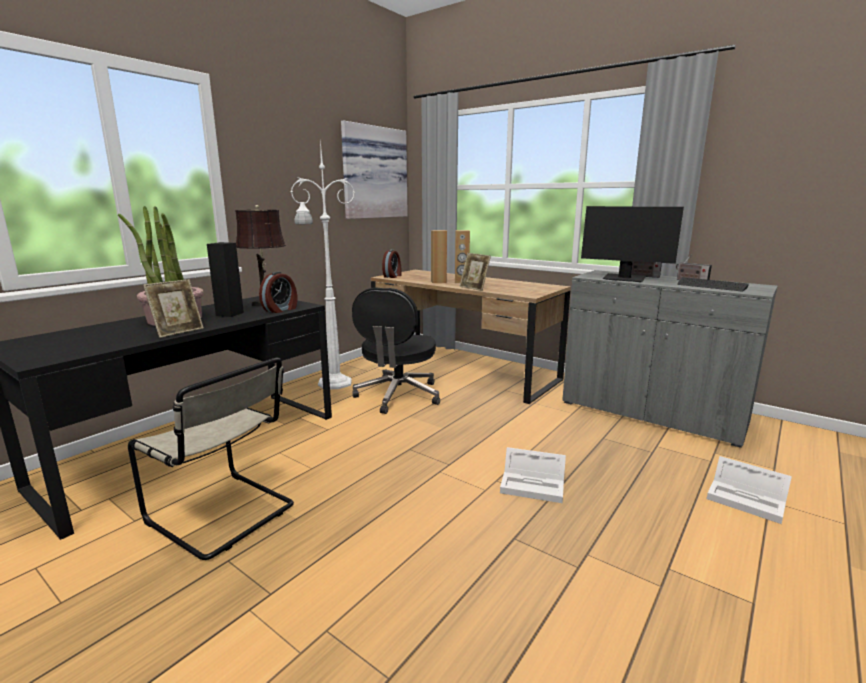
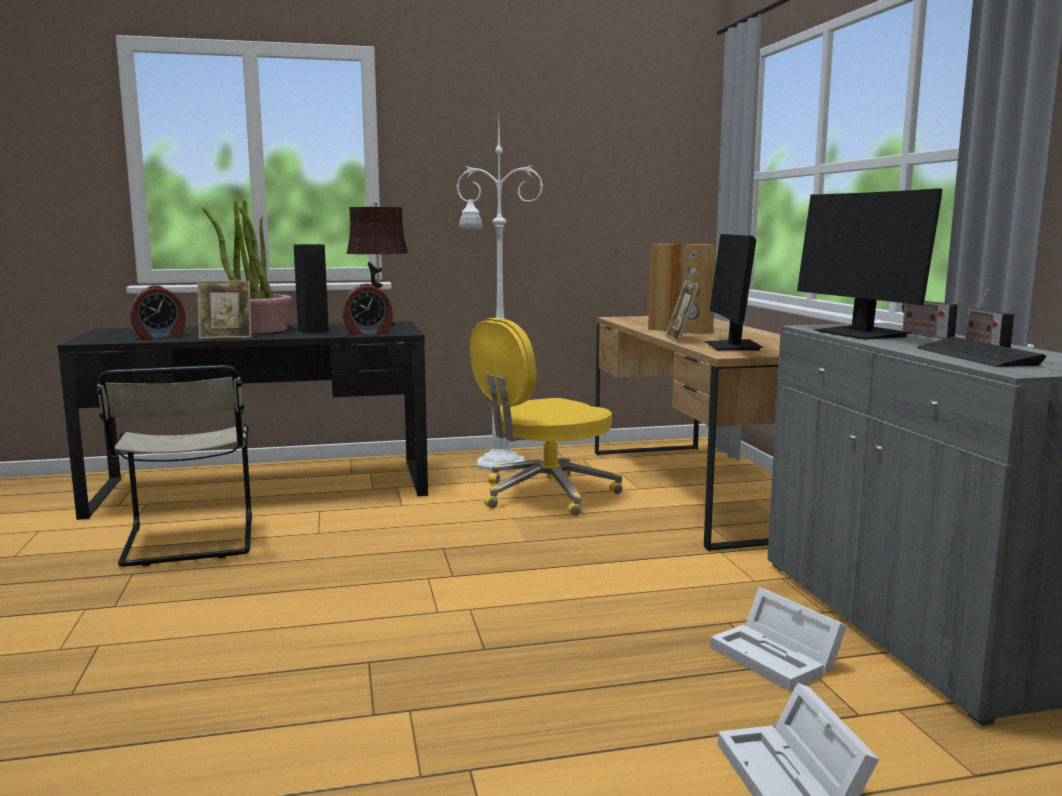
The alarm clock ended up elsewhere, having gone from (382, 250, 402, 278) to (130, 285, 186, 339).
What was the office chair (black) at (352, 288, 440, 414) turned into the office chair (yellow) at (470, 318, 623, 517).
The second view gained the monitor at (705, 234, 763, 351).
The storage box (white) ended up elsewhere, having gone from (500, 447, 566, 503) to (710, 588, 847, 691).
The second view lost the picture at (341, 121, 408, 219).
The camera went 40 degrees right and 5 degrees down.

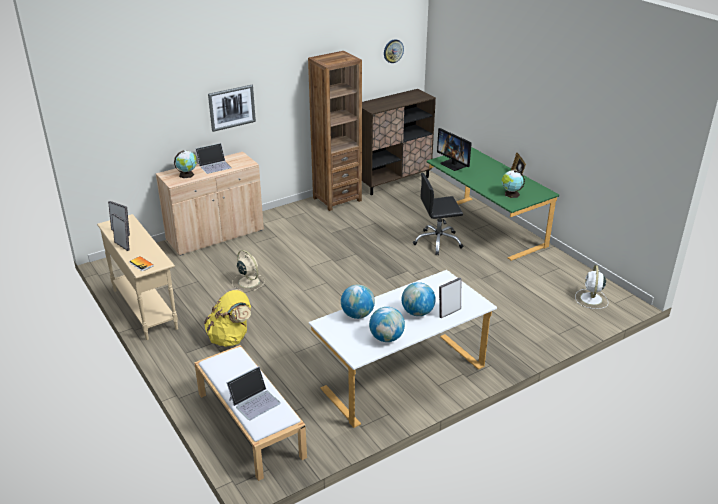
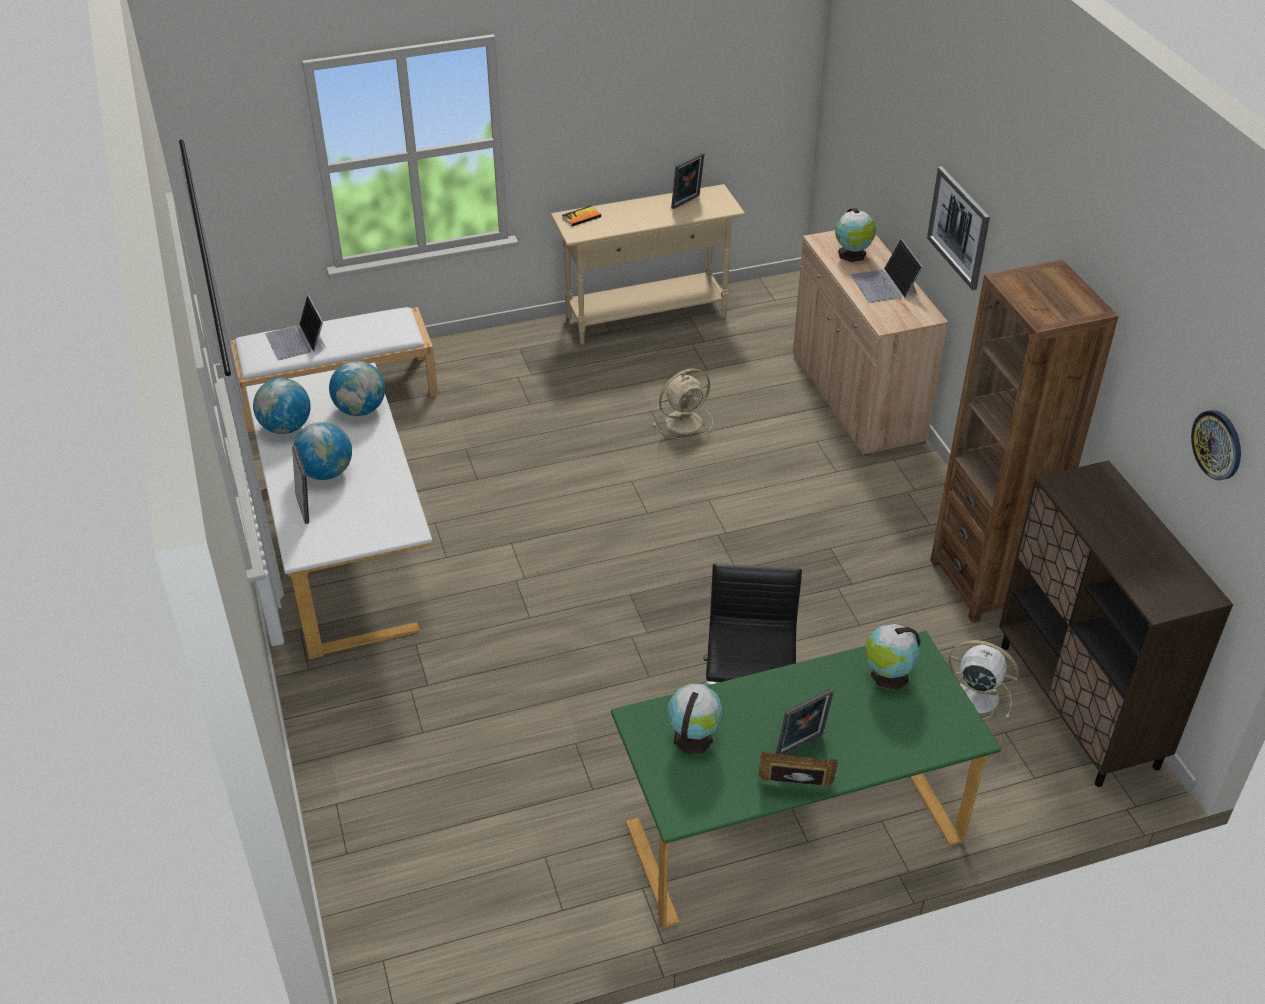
The picture frame ended up elsewhere, having gone from (112, 213, 130, 251) to (776, 688, 834, 755).
Where the monitor stood at (437, 128, 472, 171), the globe came to stand at (865, 624, 921, 690).
The fan (white) ended up elsewhere, having gone from (575, 265, 608, 309) to (949, 640, 1019, 720).
The second view lost the backpack (yellow) at (204, 289, 251, 347).
The camera went 105 degrees right and 10 degrees up.

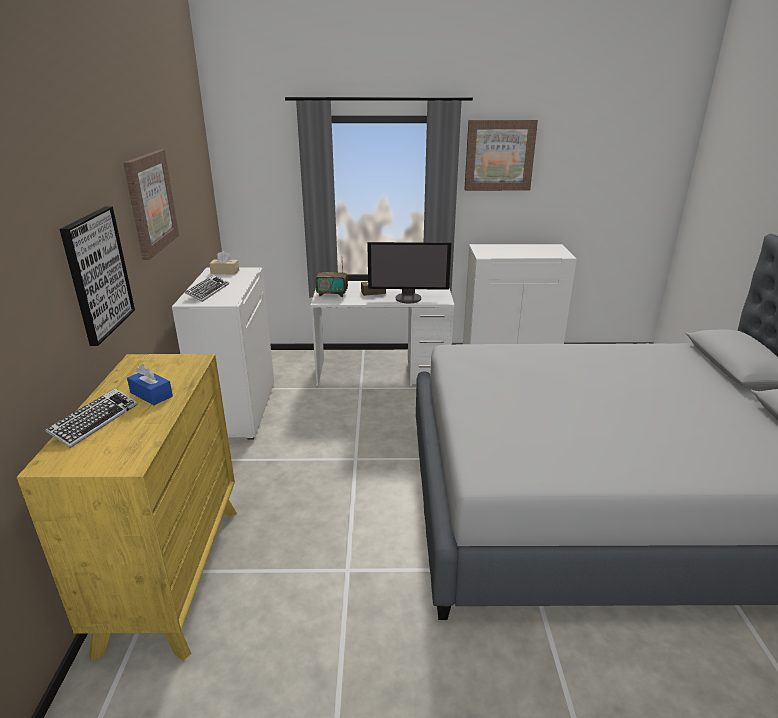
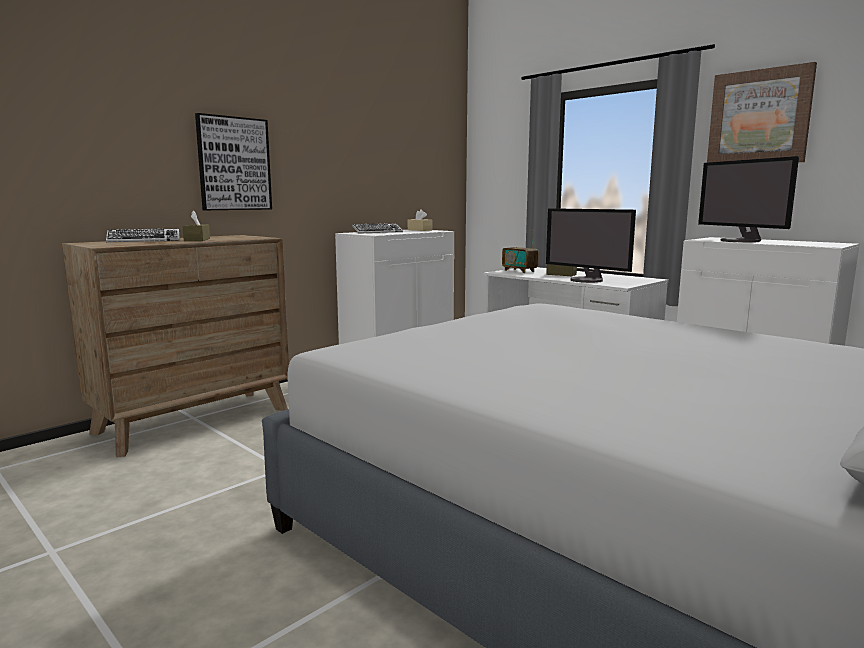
What was the dresser (yellow) at (17, 354, 237, 661) turned into the dresser (brown) at (62, 235, 289, 457).
What was the tissue box (blue) at (127, 364, 173, 405) turned into the tissue box (brown) at (183, 211, 210, 241).
The second view gained the monitor at (698, 156, 799, 243).
The second view lost the picture at (123, 150, 179, 260).
The camera went 45 degrees right and 15 degrees down.

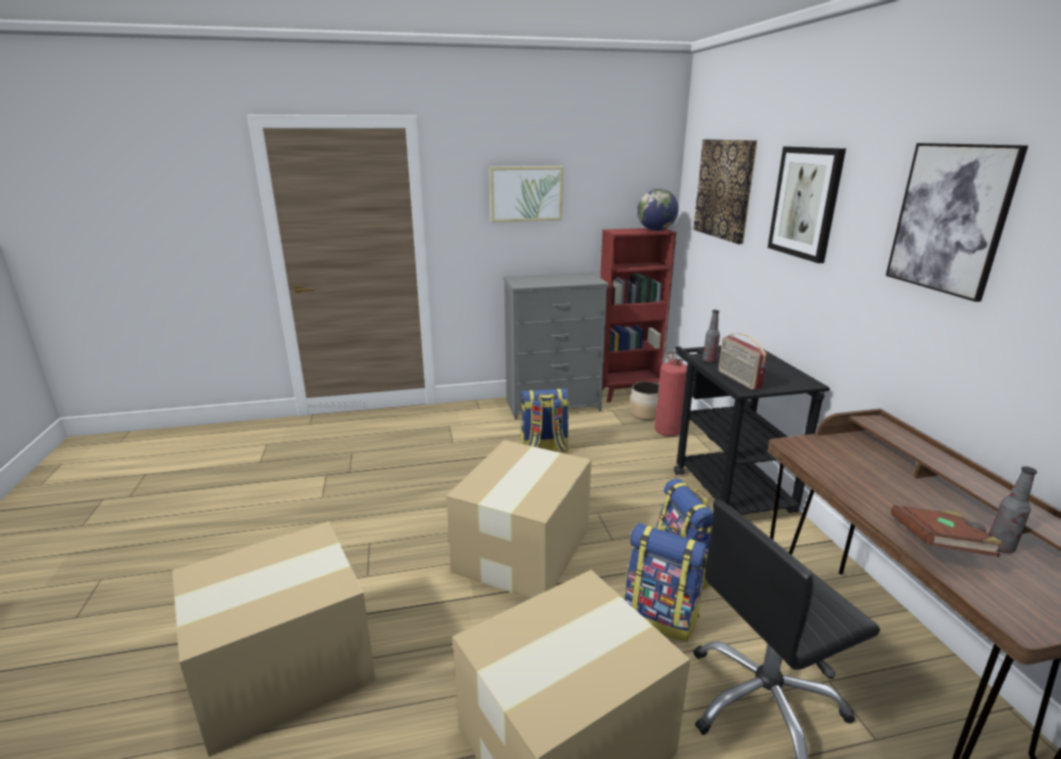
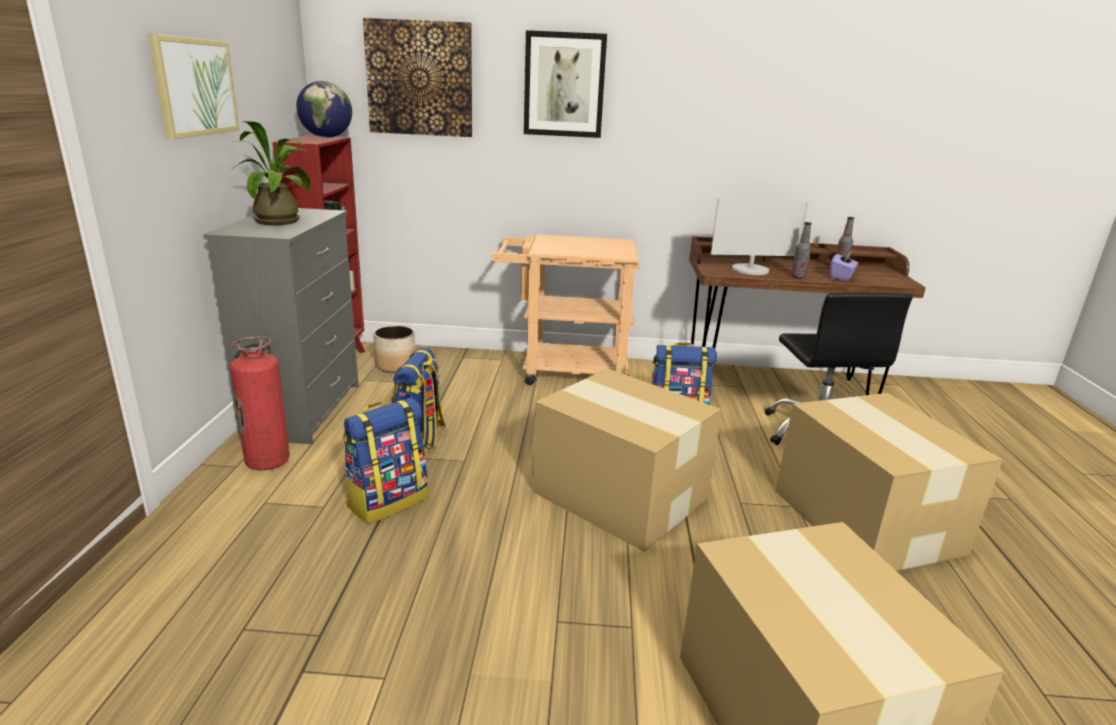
The fire extinguisher ended up elsewhere, having gone from (655, 351, 687, 436) to (230, 336, 290, 470).
The second view gained the potted plant at (232, 121, 310, 225).
The backpack ended up elsewhere, having gone from (624, 523, 707, 642) to (342, 398, 428, 524).
What was the cart (black) at (674, 346, 830, 515) turned into the cart (beige) at (491, 234, 640, 385).
The second view gained the monitor at (711, 198, 809, 275).
The bottle ended up elsewhere, having gone from (703, 310, 720, 363) to (791, 222, 812, 279).
Where the book (brown) stood at (891, 505, 1003, 557), the tissue box (purple) came to stand at (830, 250, 858, 281).
The second view lost the radio at (718, 333, 768, 390).
The second view lost the picture at (886, 143, 1028, 302).
The camera went 75 degrees left and 0 degrees up.

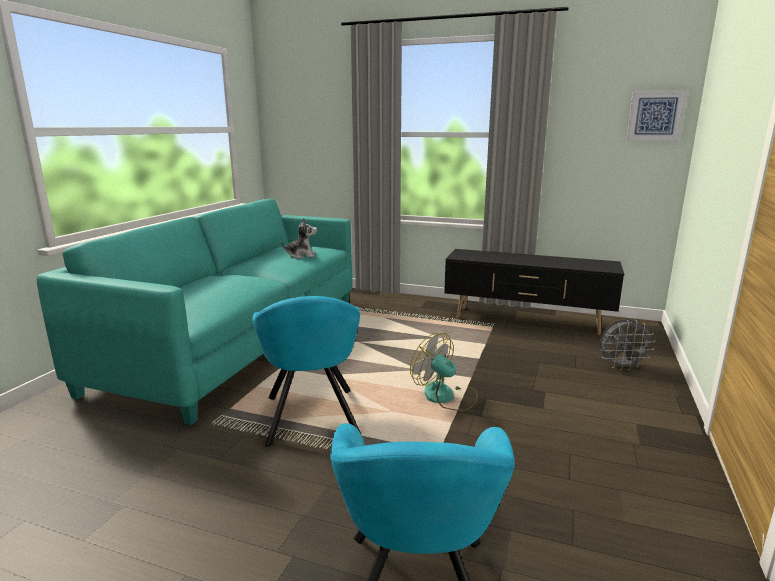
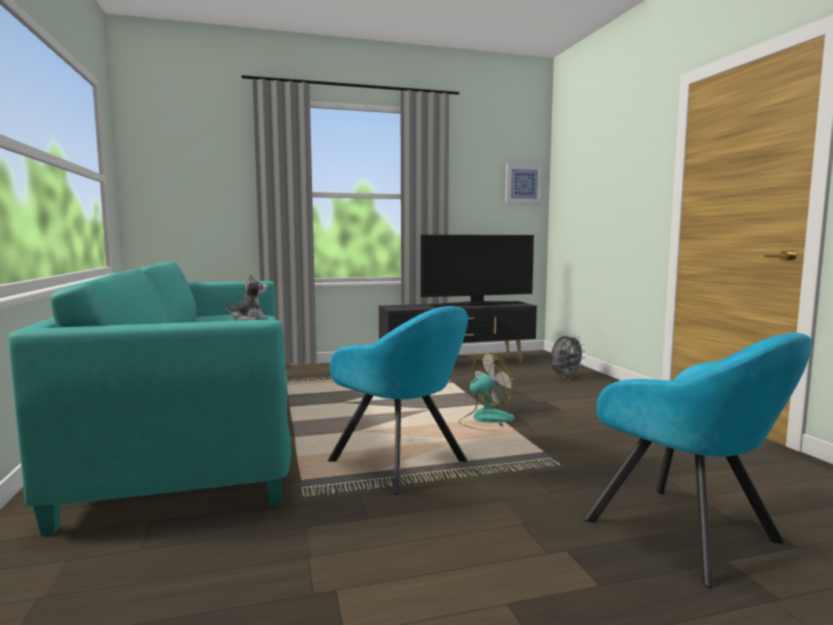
The second view gained the television at (421, 235, 534, 307).
The fan at (410, 333, 478, 411) ended up facing another way, 135 degrees clockwise from before.
The camera went 35 degrees left and 10 degrees down.

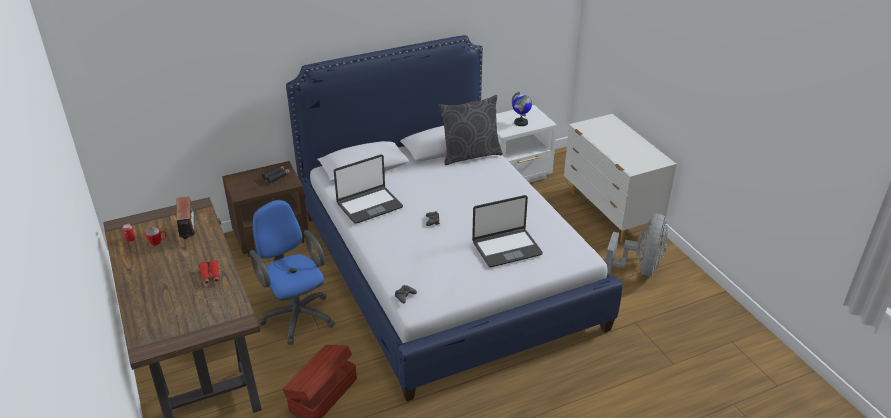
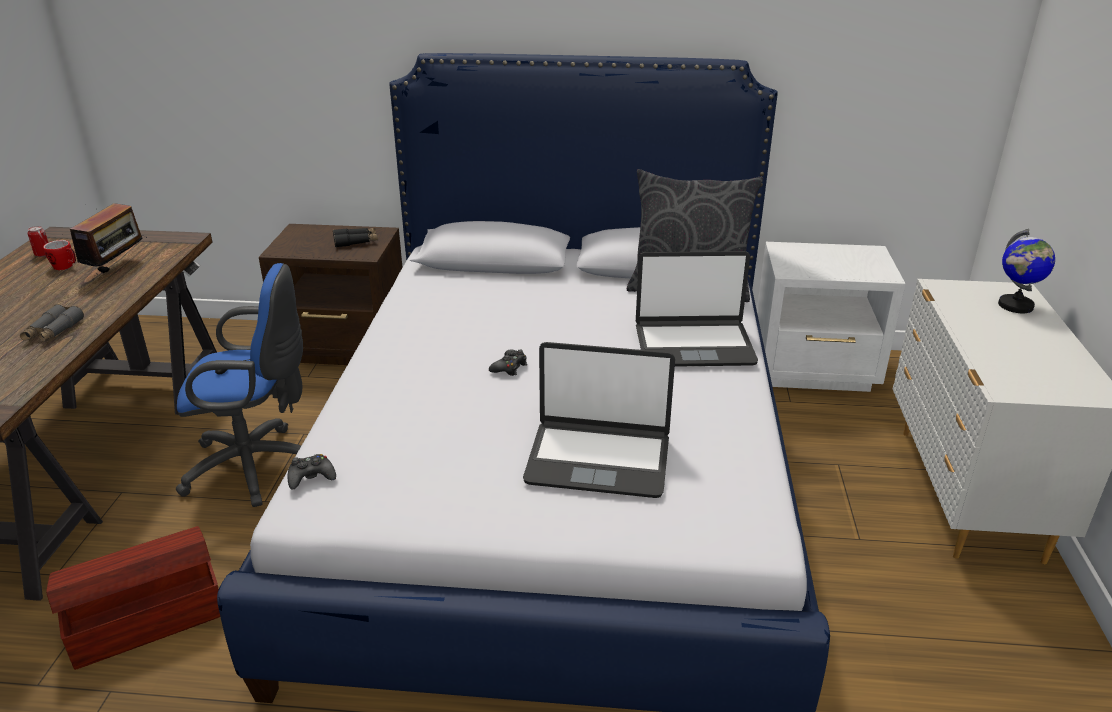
What was the binoculars (red) at (199, 260, 220, 286) turned into the binoculars (grey) at (20, 304, 84, 342).
The office chair (blue) at (249, 200, 335, 345) ended up facing another way, 90 degrees clockwise from before.
The laptop ended up elsewhere, having gone from (334, 155, 403, 224) to (636, 251, 758, 367).
The globe ended up elsewhere, having gone from (512, 92, 532, 126) to (998, 229, 1055, 313).
The second view lost the fan (grey) at (605, 214, 668, 276).
The camera went 30 degrees right and 5 degrees down.

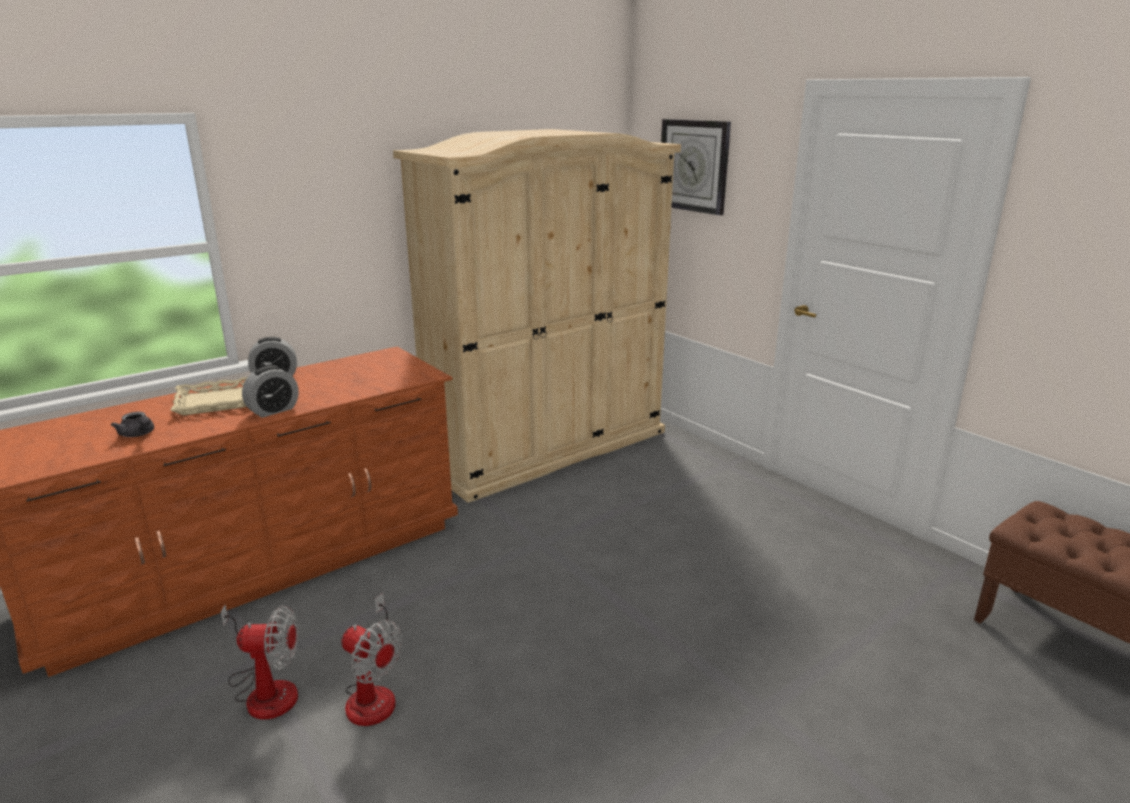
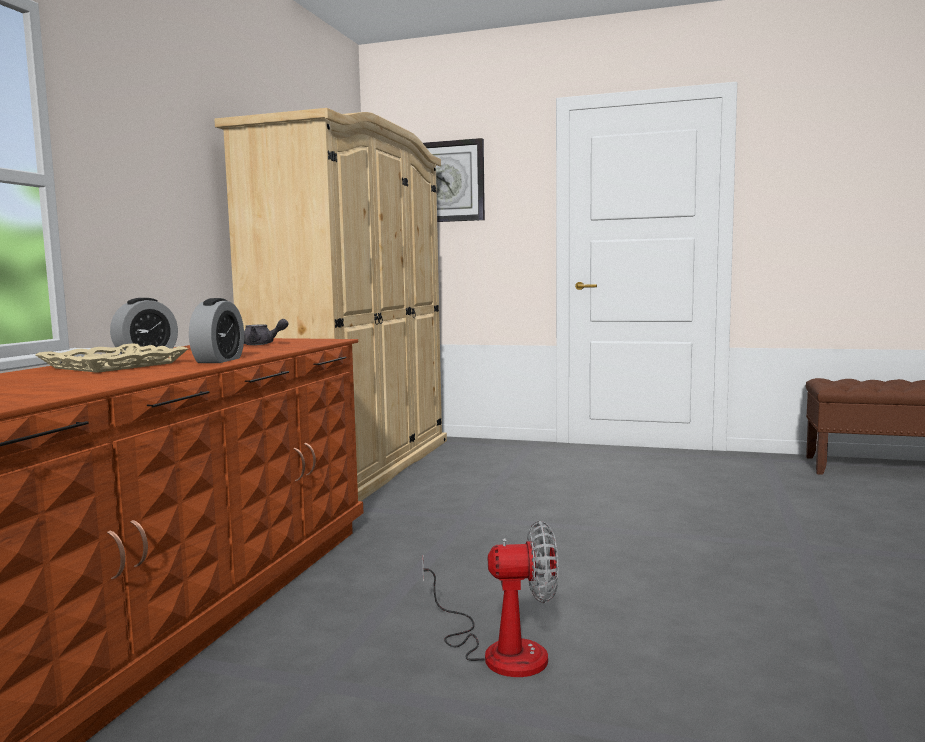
The teapot (grey) ended up elsewhere, having gone from (111, 412, 154, 437) to (244, 319, 288, 345).
The second view lost the fan at (221, 605, 298, 720).
The camera went 35 degrees left and 15 degrees down.

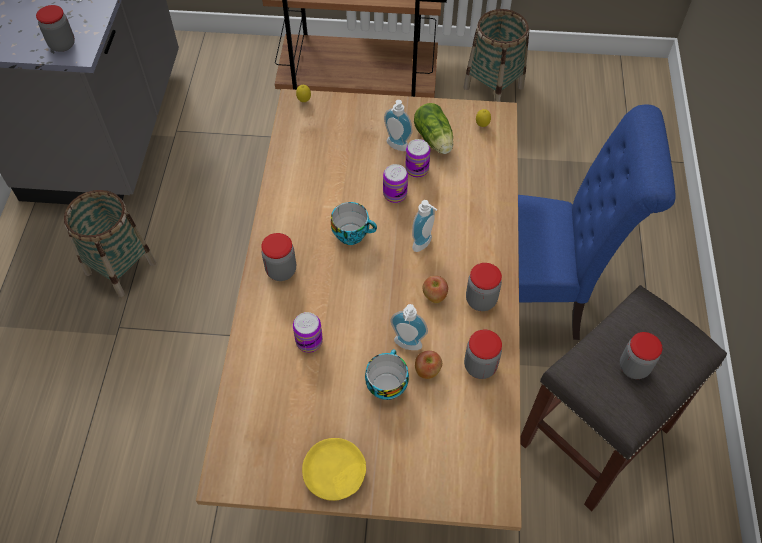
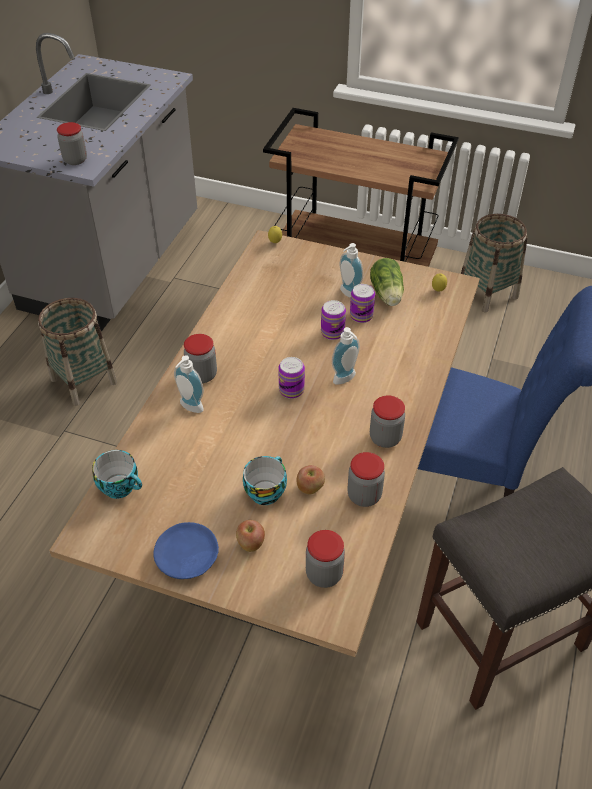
The cup ended up elsewhere, having gone from (331, 202, 377, 245) to (92, 450, 142, 499).
What was the plate (yellow) at (302, 438, 366, 501) turned into the plate (blue) at (153, 522, 219, 579).
The soap dispenser ended up elsewhere, having gone from (391, 304, 428, 350) to (174, 355, 204, 413).
The apple ended up elsewhere, having gone from (423, 276, 448, 303) to (236, 520, 265, 552).
The can ended up elsewhere, having gone from (293, 312, 323, 353) to (278, 357, 305, 399).
The jar ended up elsewhere, having gone from (620, 332, 662, 379) to (306, 530, 345, 588).
The camera went 15 degrees right and 10 degrees down.

